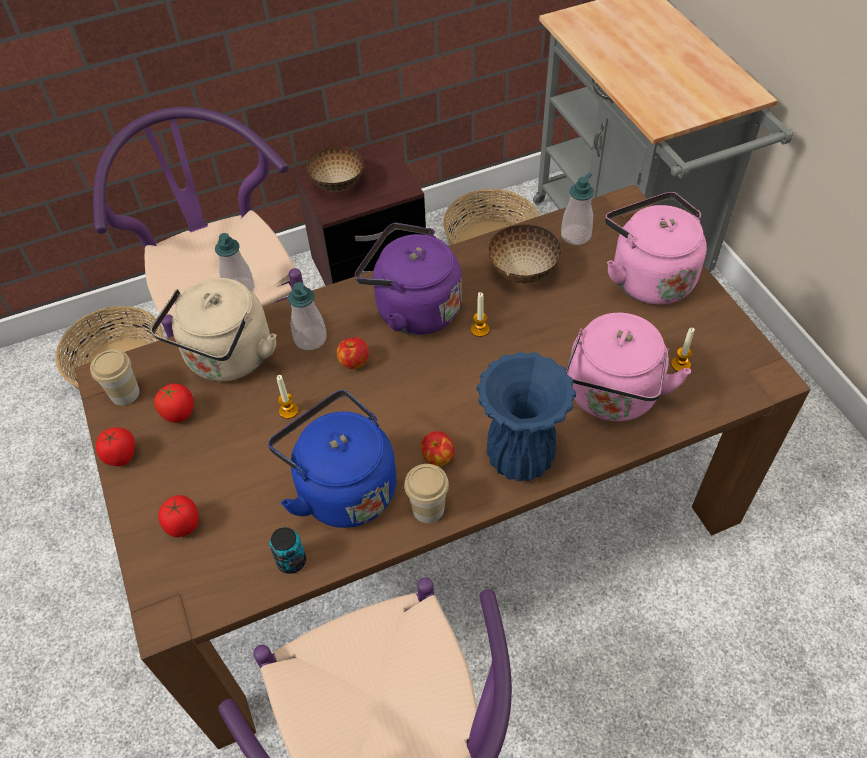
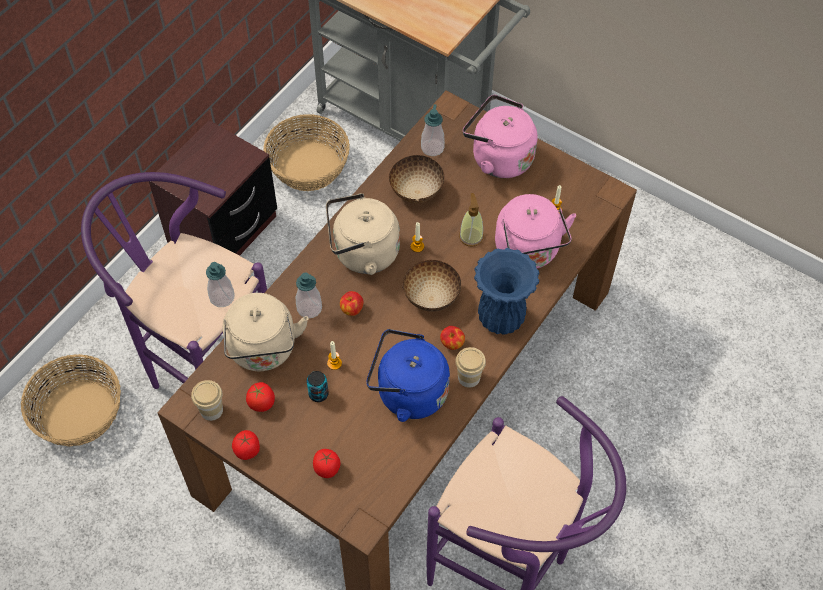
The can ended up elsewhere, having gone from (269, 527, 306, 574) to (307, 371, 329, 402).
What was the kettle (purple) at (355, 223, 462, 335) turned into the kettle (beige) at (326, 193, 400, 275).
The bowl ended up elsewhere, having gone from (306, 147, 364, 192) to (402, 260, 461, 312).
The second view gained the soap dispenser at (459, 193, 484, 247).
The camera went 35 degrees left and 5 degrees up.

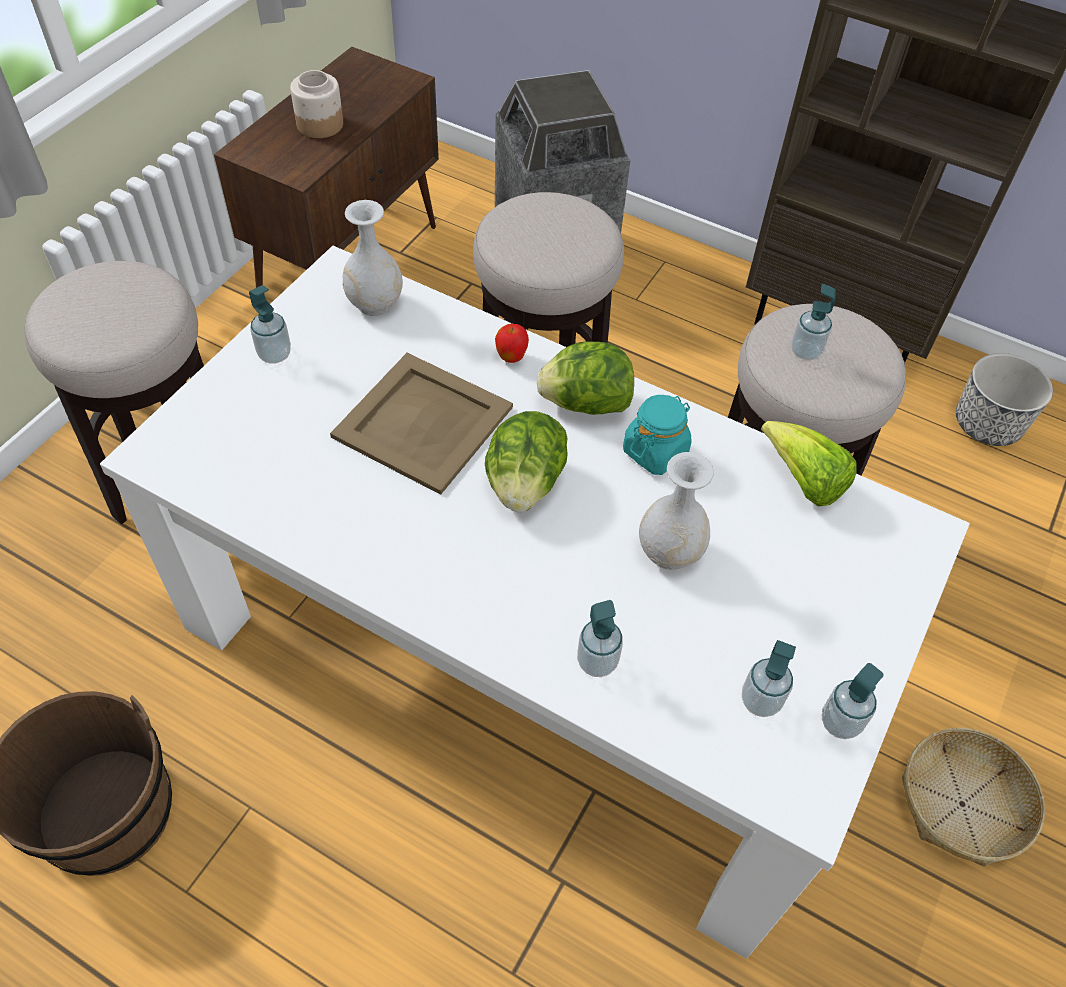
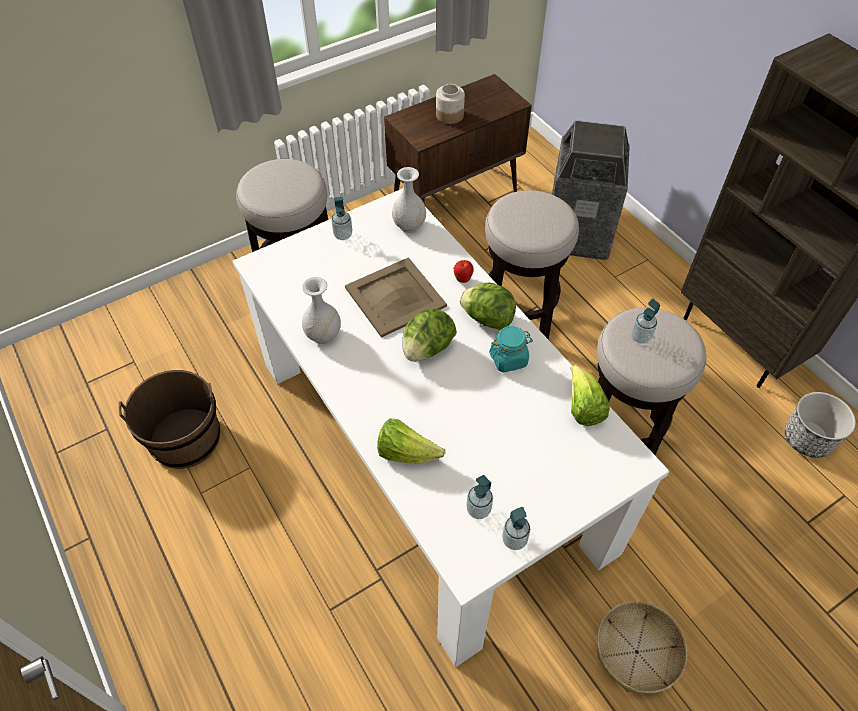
The vase (white) ended up elsewhere, having gone from (639, 452, 714, 570) to (302, 277, 341, 344).
Where the soap dispenser stood at (577, 600, 623, 677), the lettuce came to stand at (377, 419, 446, 464).
The camera went 30 degrees right and 0 degrees up.

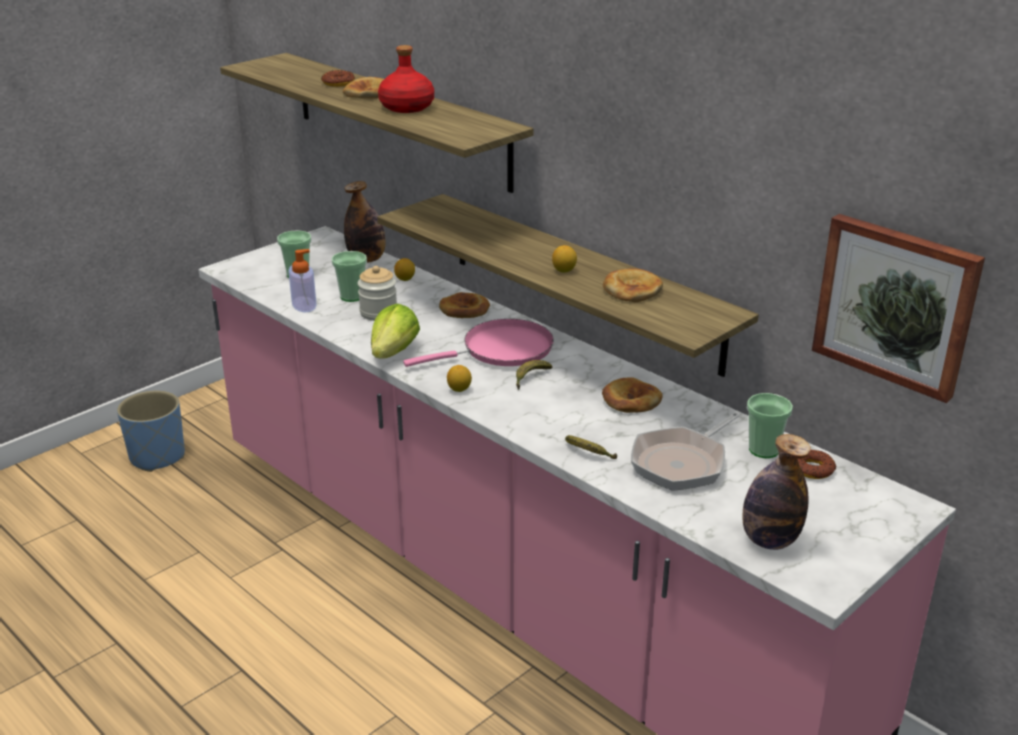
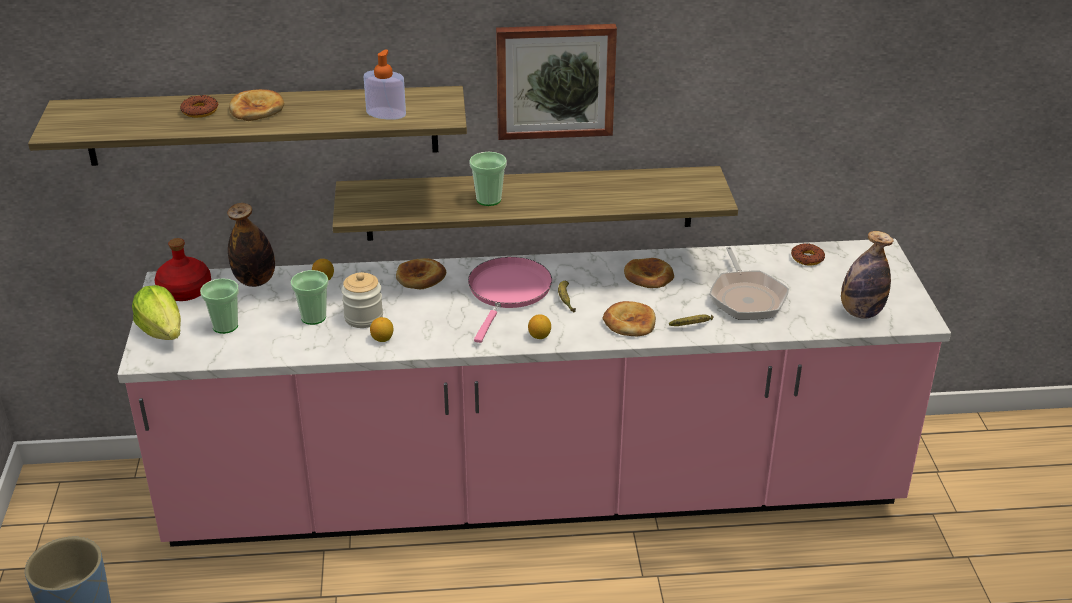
The lettuce ended up elsewhere, having gone from (371, 304, 420, 358) to (132, 285, 181, 340).
The bottle (red) ended up elsewhere, having gone from (378, 45, 434, 113) to (155, 238, 211, 301).
The soap dispenser ended up elsewhere, having gone from (288, 249, 317, 312) to (364, 49, 406, 120).
The lemon ended up elsewhere, having gone from (552, 245, 577, 272) to (370, 317, 393, 342).
The cup ended up elsewhere, having gone from (747, 393, 793, 458) to (469, 152, 507, 206).
The picture ended up elsewhere, having gone from (812, 214, 985, 403) to (496, 24, 617, 140).
The bread ended up elsewhere, having gone from (603, 268, 663, 302) to (603, 301, 656, 337).
The camera went 50 degrees left and 5 degrees up.

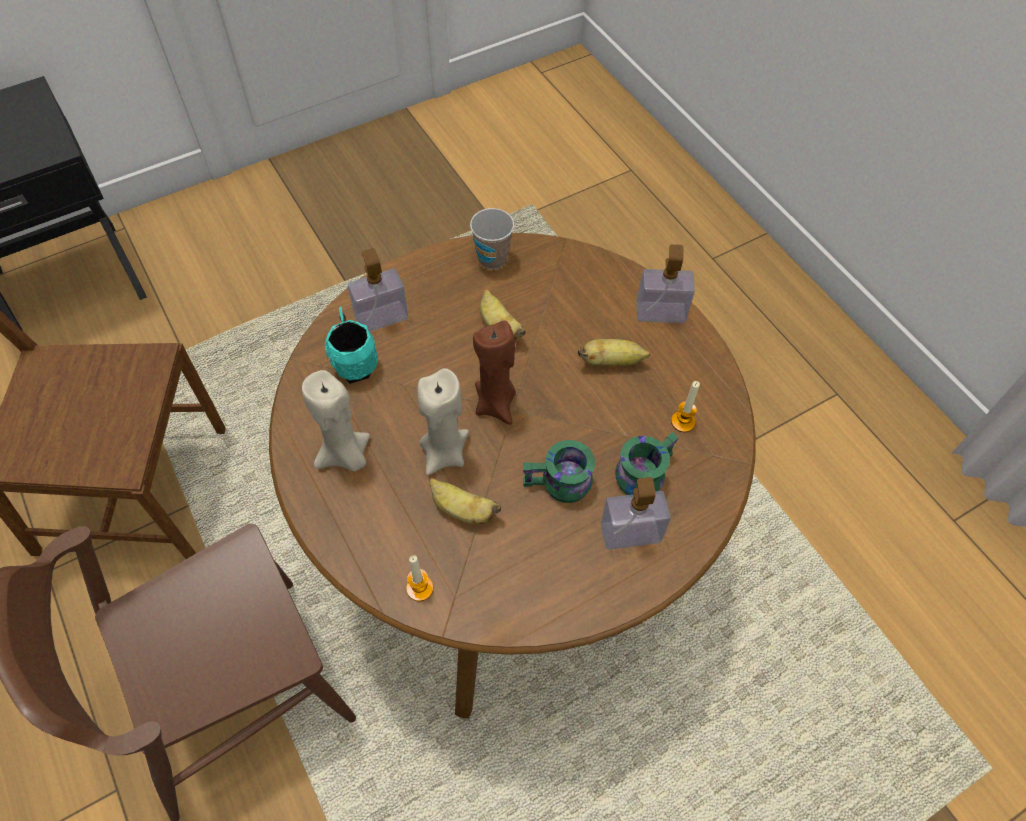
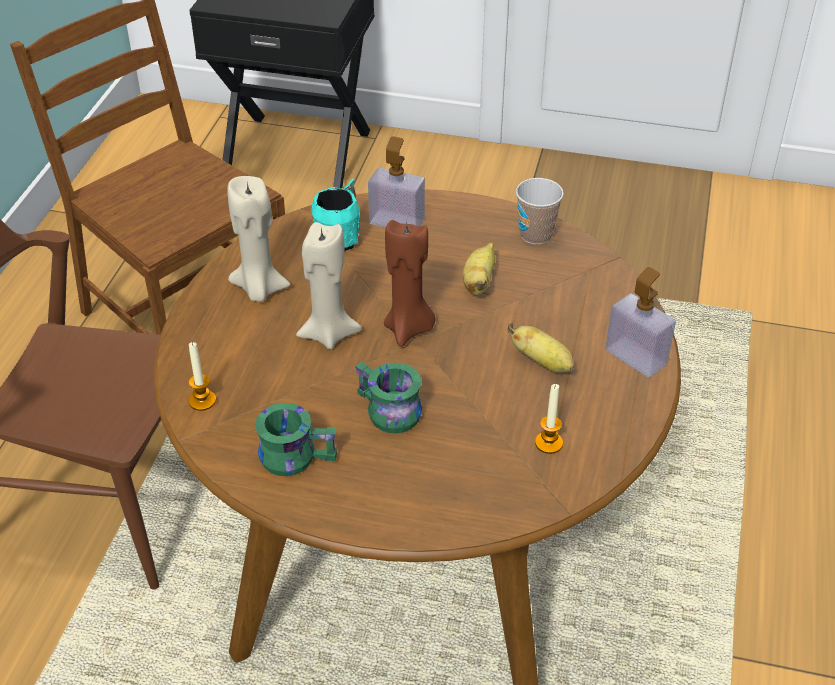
The mug (green) ended up elsewhere, having gone from (615, 432, 679, 495) to (255, 403, 337, 476).
The second view lost the banana at (429, 478, 501, 524).
The second view lost the soap dispenser at (601, 477, 671, 550).
The camera went 45 degrees right and 15 degrees down.

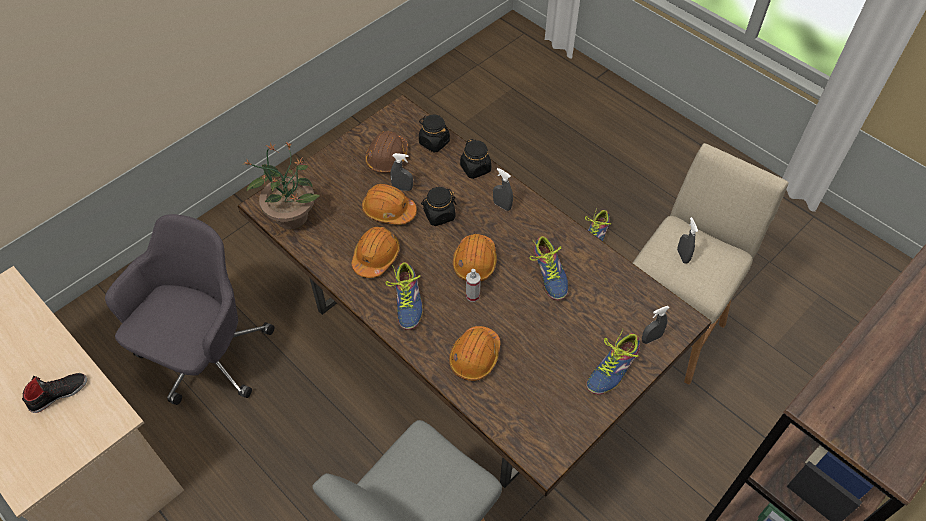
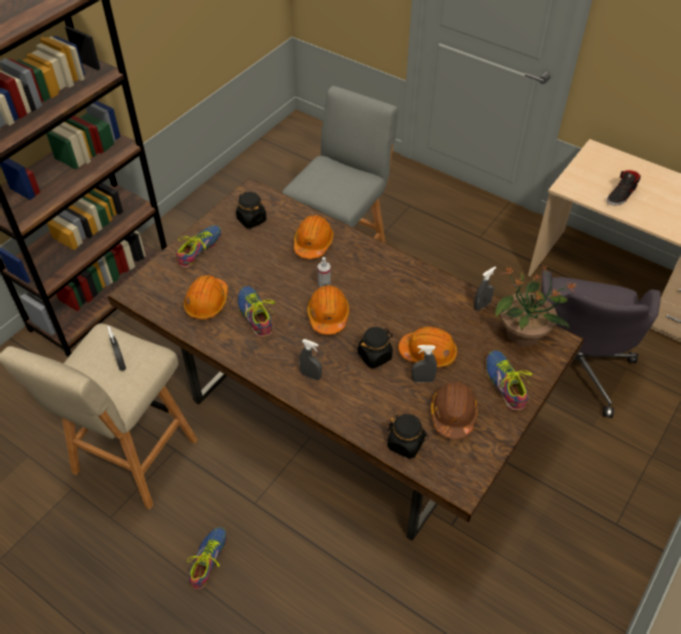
The hard hat (orange) ended up elsewhere, having gone from (351, 227, 400, 278) to (183, 275, 228, 320).
The jar (black) ended up elsewhere, having gone from (460, 139, 492, 179) to (236, 192, 266, 229).
The spray bottle (grey) ended up elsewhere, having gone from (642, 306, 669, 344) to (474, 267, 496, 311).
The shoe ended up elsewhere, having gone from (385, 262, 423, 330) to (486, 350, 533, 411).
The camera went 170 degrees right and 5 degrees down.

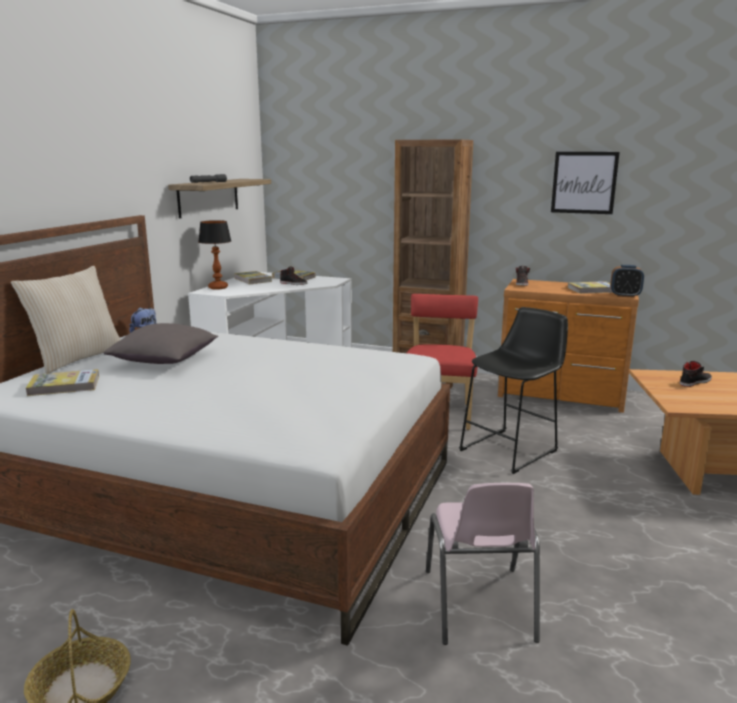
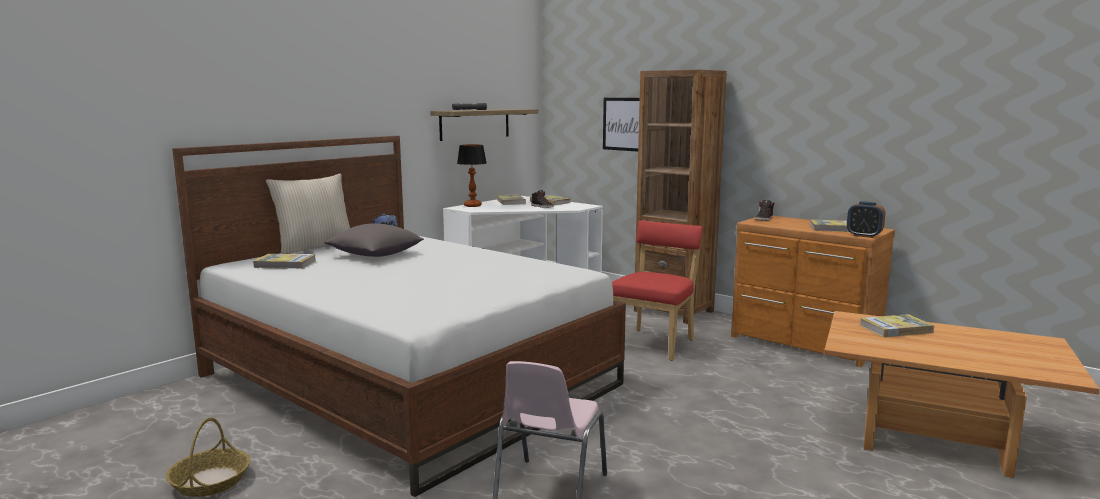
The picture ended up elsewhere, having gone from (551, 152, 620, 214) to (603, 98, 640, 152).
Where the shoe (black) stood at (680, 361, 712, 387), the book came to stand at (860, 314, 934, 337).
The second view lost the stool (black) at (459, 307, 568, 474).
The camera went 20 degrees right and 5 degrees down.

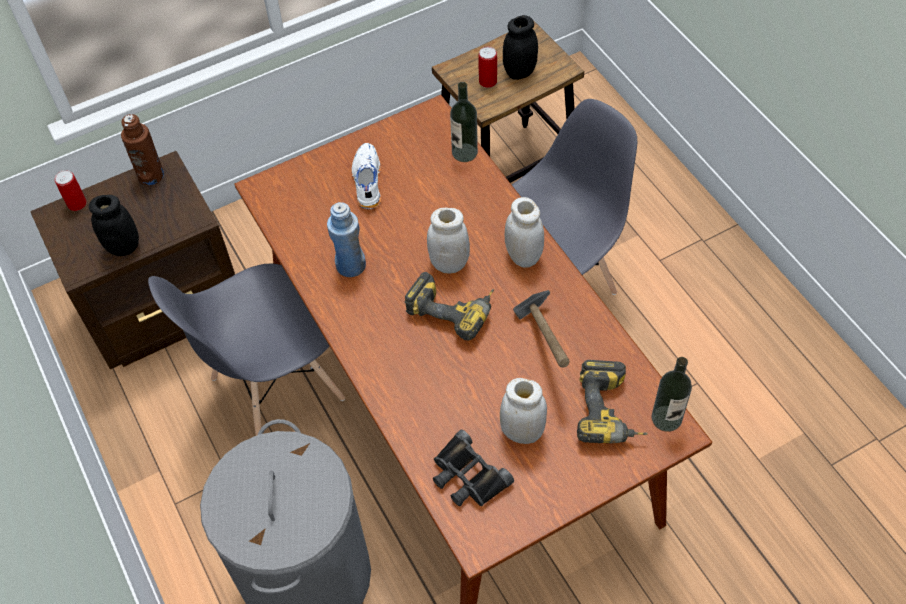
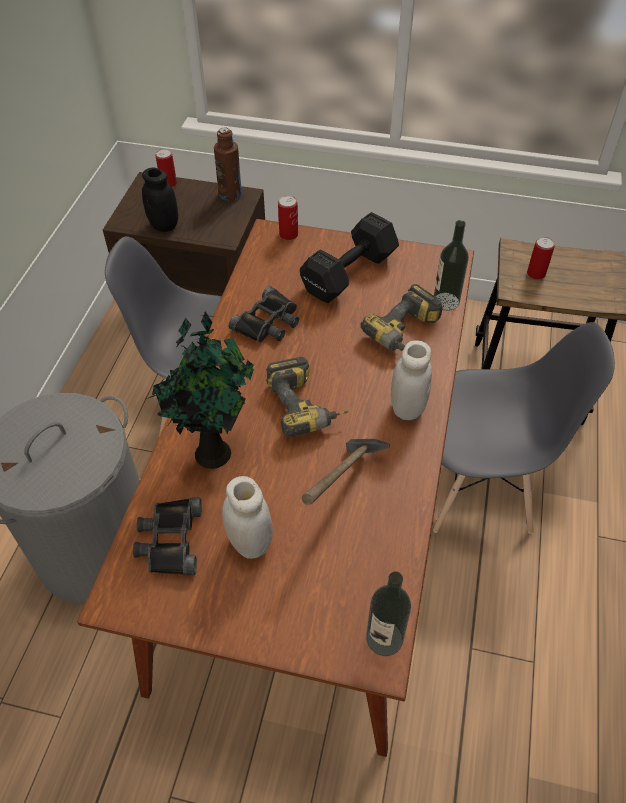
The second view gained the potted plant at (146, 311, 254, 469).
Where the bottle (blue) stood at (327, 202, 366, 277), the binoculars (black) came to stand at (229, 286, 299, 343).
The second view gained the can at (278, 195, 298, 240).
Where the shoe (white) stood at (352, 143, 381, 209), the dumbbell (black) came to stand at (300, 212, 399, 303).
The power drill ended up elsewhere, having gone from (577, 360, 648, 443) to (361, 284, 443, 351).
The second view lost the jar (white) at (427, 208, 470, 273).
The second view lost the jar (black) at (503, 15, 538, 80).
The camera went 40 degrees right and 5 degrees down.

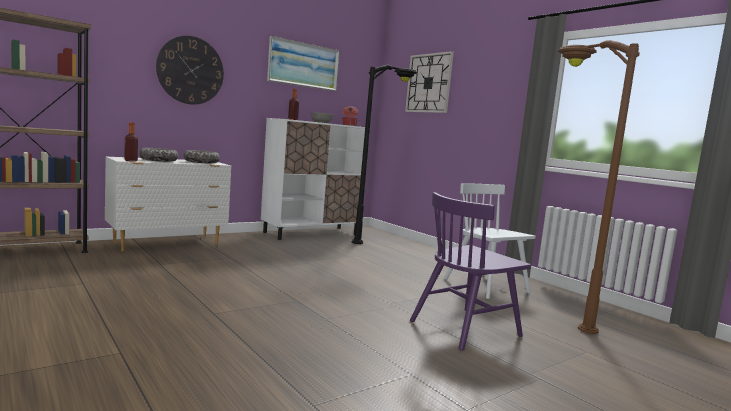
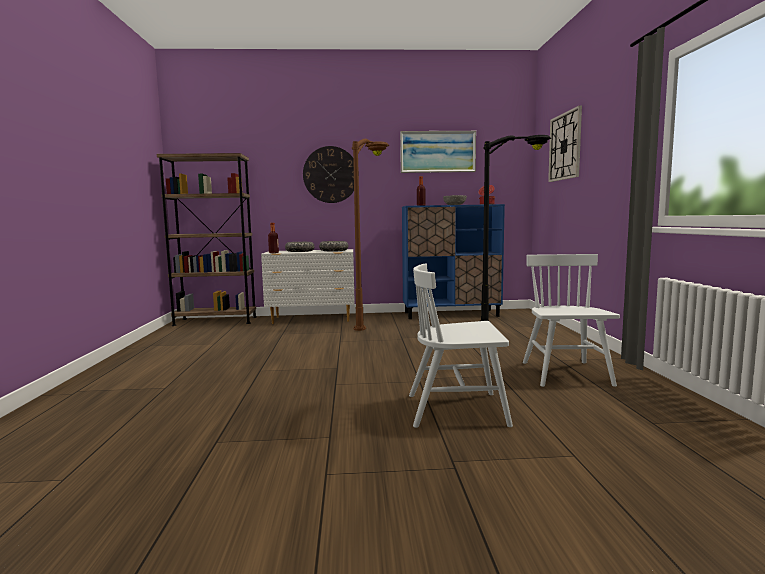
The floor lamp (brown) ended up elsewhere, having gone from (558, 40, 640, 334) to (352, 139, 390, 331).
What was the cabinet (white) at (261, 118, 370, 240) turned into the cabinet (blue) at (402, 204, 505, 319).
What was the chair (purple) at (410, 192, 531, 351) turned into the chair (white) at (409, 264, 513, 428).
The camera went 35 degrees right and 0 degrees up.

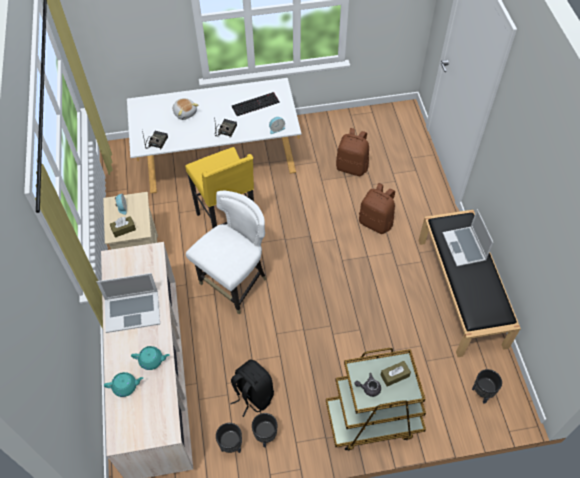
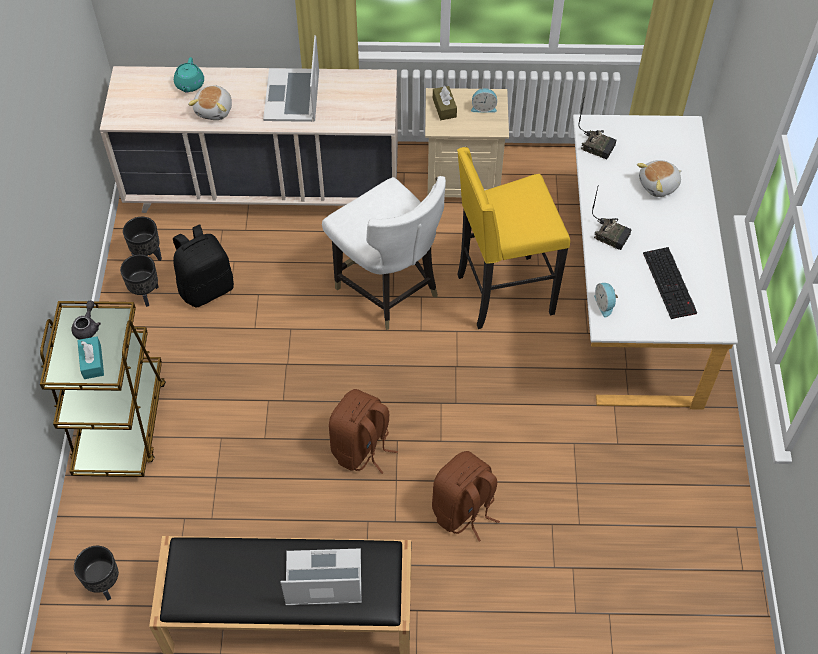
What was the tissue box (brown) at (381, 361, 411, 387) turned into the tissue box (turquoise) at (77, 336, 104, 379).
Where the teapot (turquoise) stood at (131, 346, 169, 370), the plush toy came to stand at (188, 86, 232, 120).
The backpack (brown) ended up elsewhere, having gone from (336, 128, 369, 176) to (329, 389, 398, 474).
The camera went 100 degrees right and 0 degrees up.

